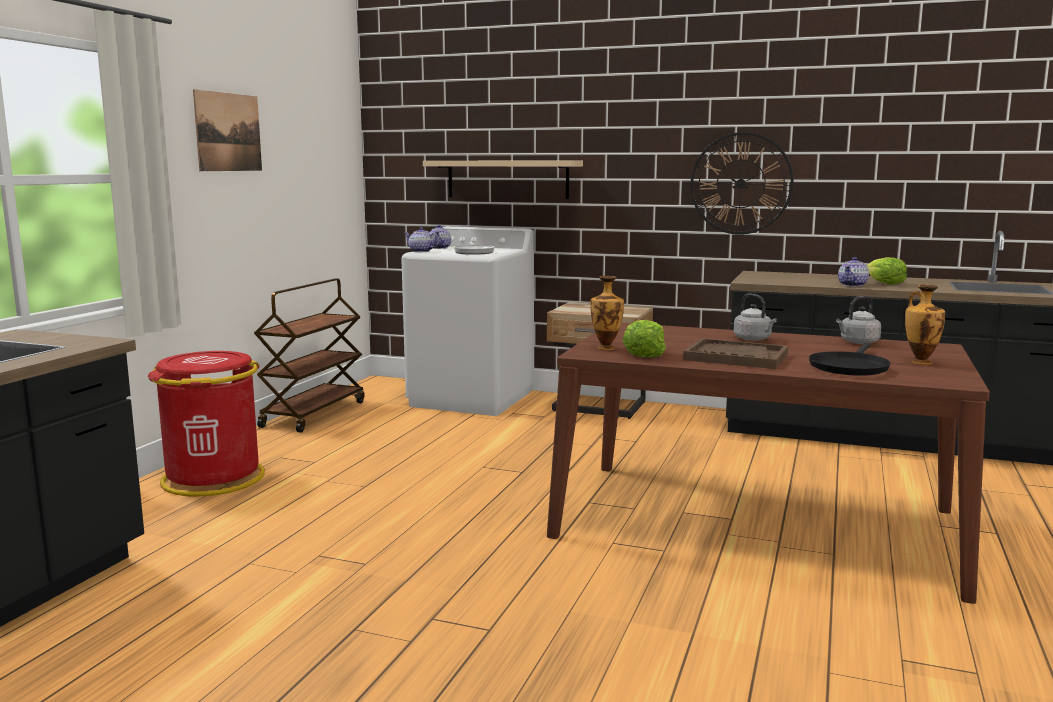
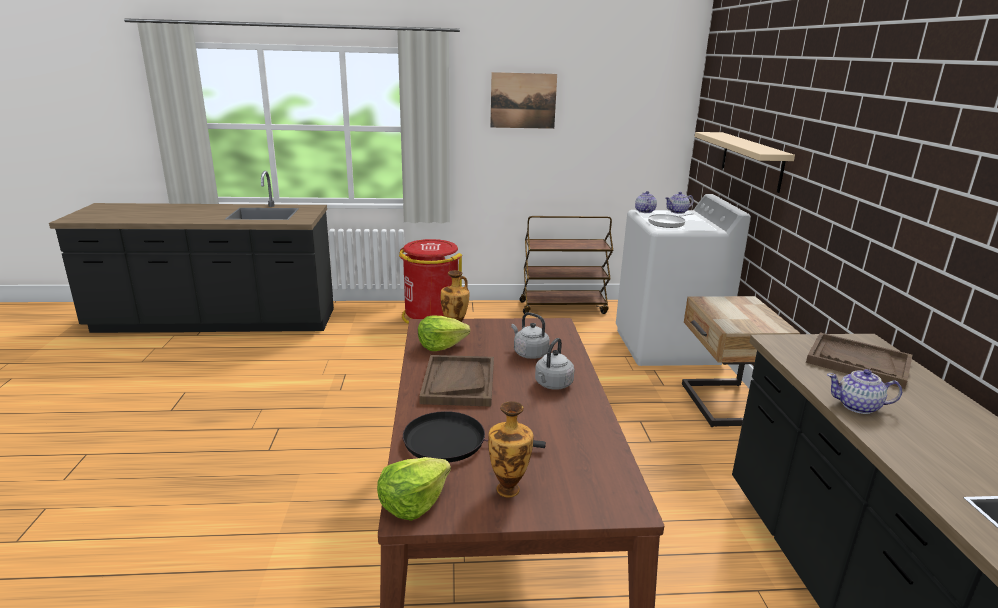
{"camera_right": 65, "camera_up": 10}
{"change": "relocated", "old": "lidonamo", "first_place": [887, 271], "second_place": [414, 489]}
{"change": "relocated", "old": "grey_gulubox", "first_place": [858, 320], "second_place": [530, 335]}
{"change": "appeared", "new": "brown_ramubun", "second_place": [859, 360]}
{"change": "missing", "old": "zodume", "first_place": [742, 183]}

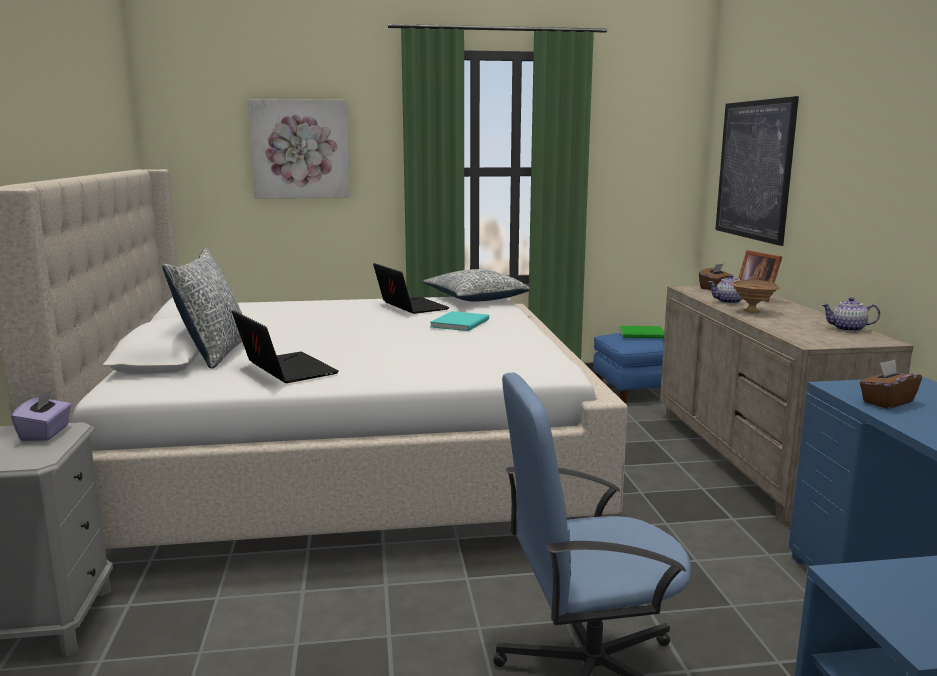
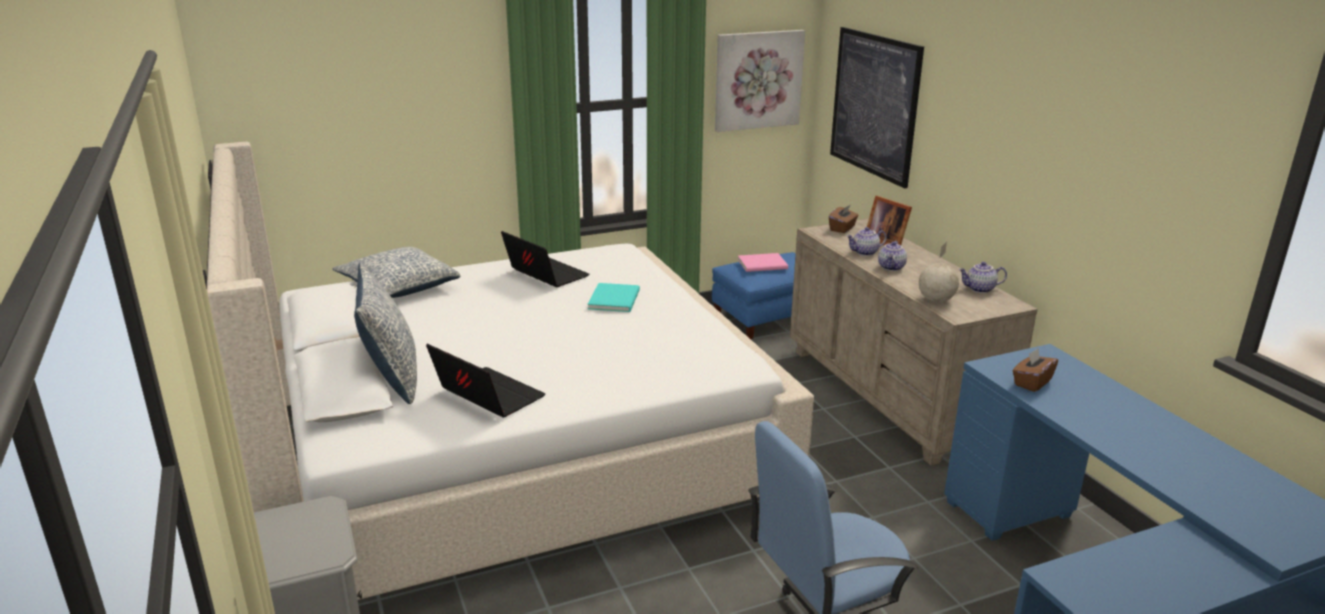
{"camera_right": -15, "camera_up": 10}
{"change": "relocated", "old": "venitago", "first_place": [476, 285], "second_place": [396, 272]}
{"change": "relocated", "old": "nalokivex", "first_place": [299, 149], "second_place": [760, 81]}
{"change": "colour", "old": "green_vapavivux", "new": "pink_vapavivux", "first_place": [641, 332], "second_place": [763, 262]}
{"change": "exchanged", "old": "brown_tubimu", "new": "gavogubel", "first_place": [755, 296], "second_place": [892, 256]}
{"change": "appeared", "new": "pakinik", "second_place": [939, 272]}
{"change": "missing", "old": "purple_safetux", "first_place": [41, 415]}

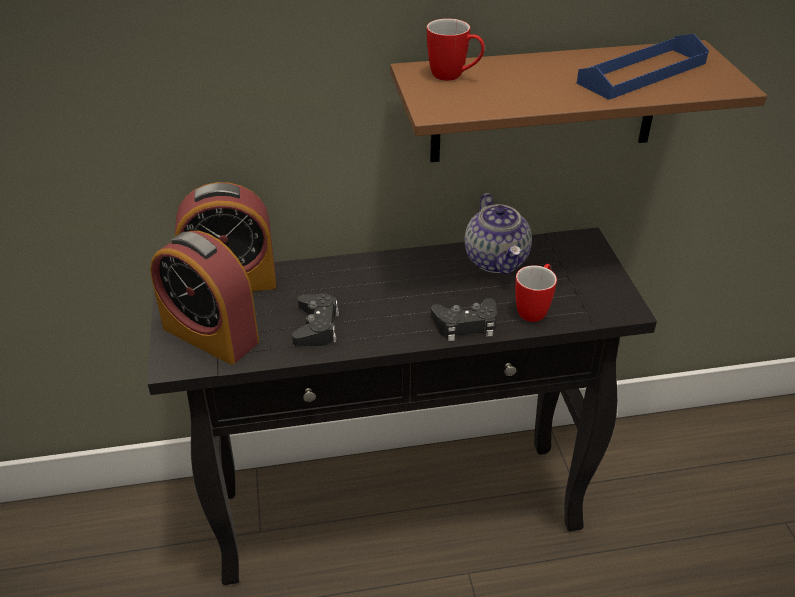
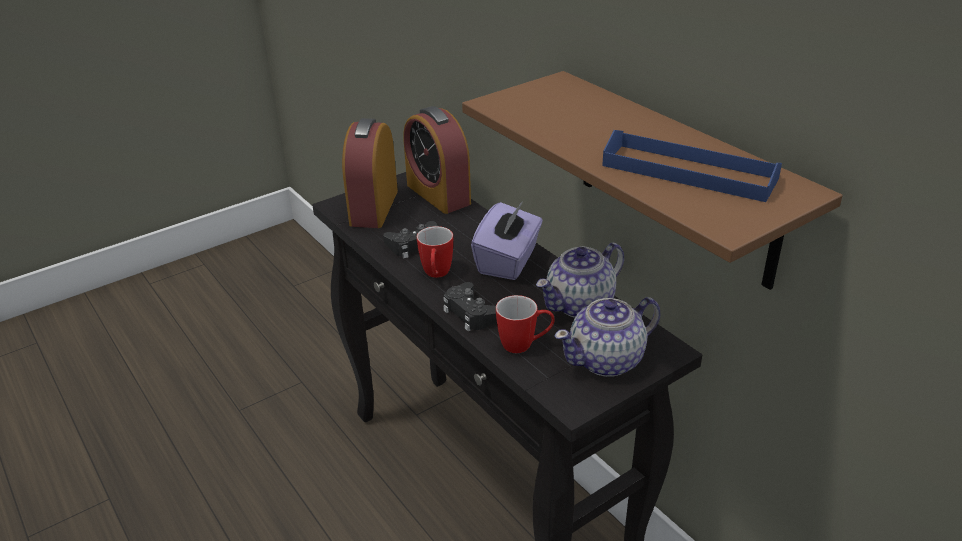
{"camera_right": 65, "camera_up": -5}
{"change": "relocated", "old": "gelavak", "first_place": [456, 50], "second_place": [435, 252]}
{"change": "appeared", "new": "purple_safetux", "second_place": [507, 241]}
{"change": "appeared", "new": "gavogubel", "second_place": [607, 337]}

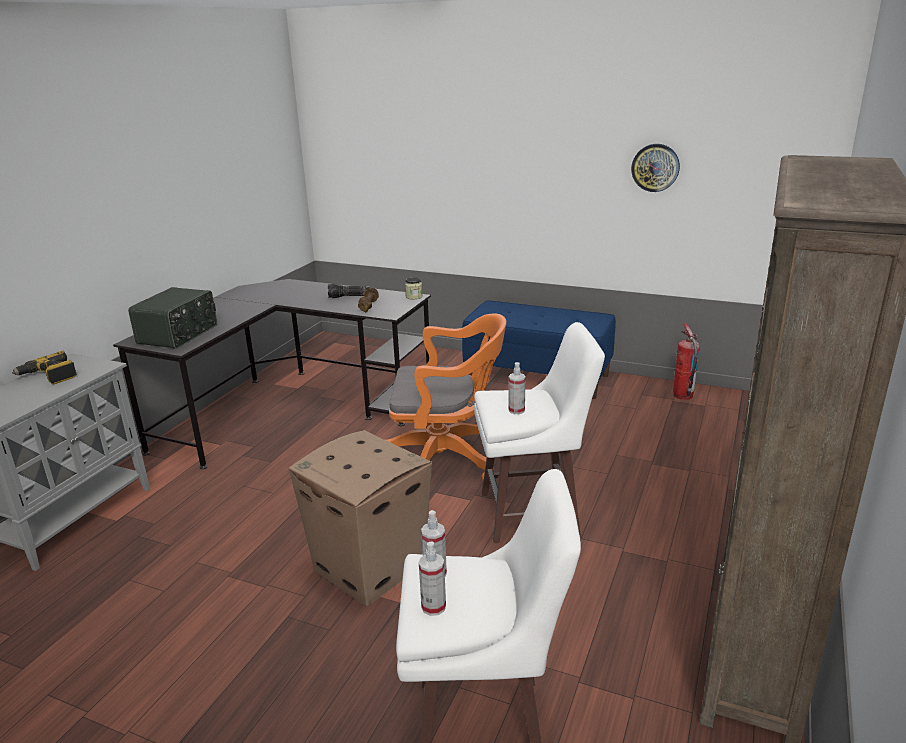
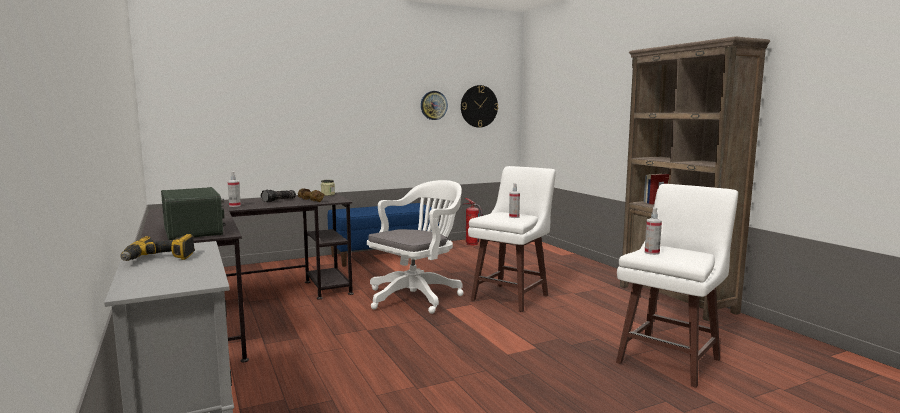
{"camera_right": -50, "camera_up": -15}
{"change": "relocated", "old": "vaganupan", "first_place": [432, 578], "second_place": [234, 189]}
{"change": "colour", "old": "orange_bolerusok", "new": "white_bolerusok", "first_place": [446, 397], "second_place": [415, 247]}
{"change": "appeared", "new": "zodume", "second_place": [479, 106]}
{"change": "missing", "old": "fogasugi", "first_place": [360, 518]}

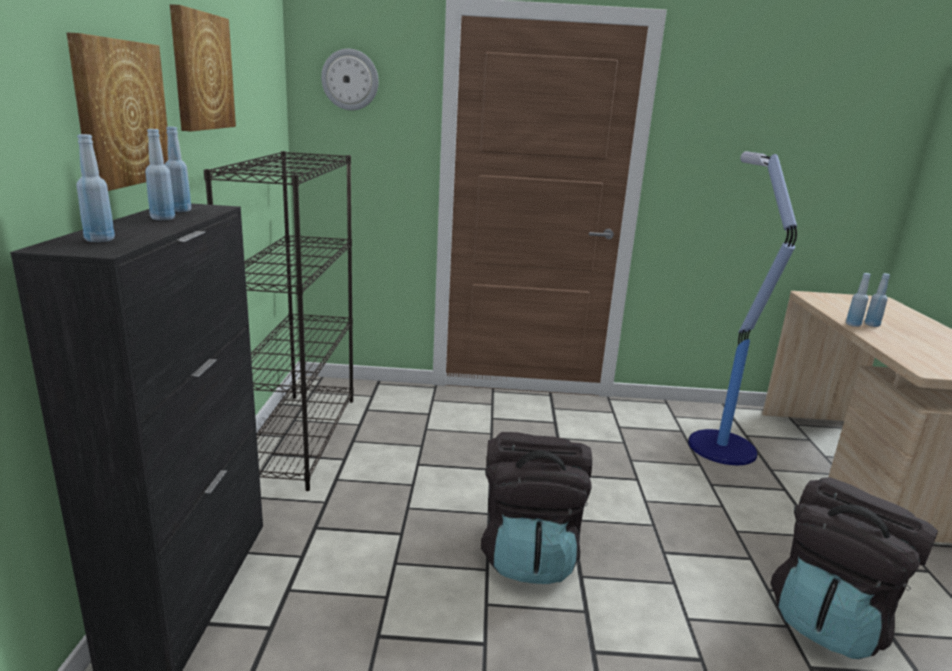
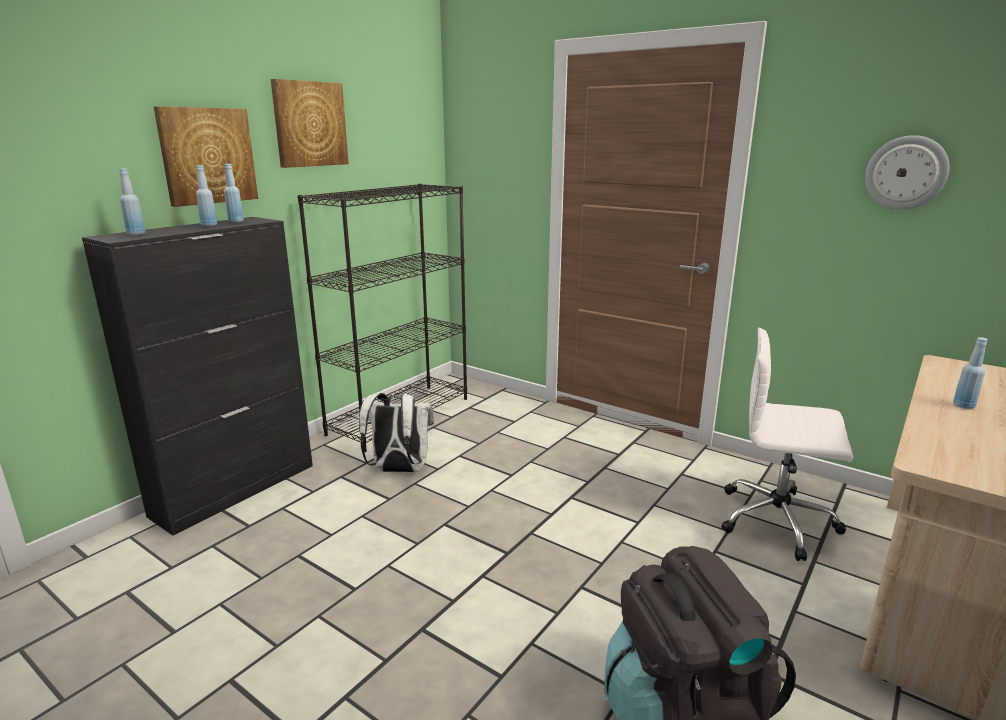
{"camera_right": 35, "camera_up": 0}
{"change": "appeared", "new": "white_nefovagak", "second_place": [396, 432]}
{"change": "exchanged", "old": "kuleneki", "new": "white_bolerusok", "first_place": [742, 308], "second_place": [787, 444]}
{"change": "relocated", "old": "zodume", "first_place": [350, 79], "second_place": [907, 172]}
{"change": "missing", "old": "black_nefovagak", "first_place": [536, 508]}
{"change": "missing", "old": "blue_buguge", "first_place": [858, 300]}

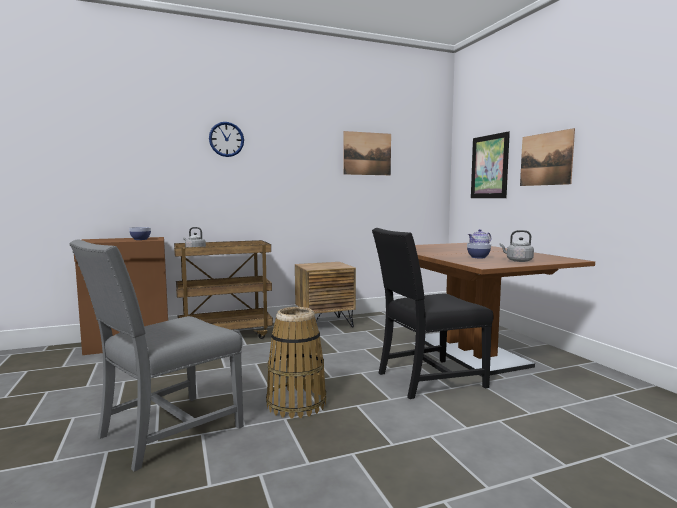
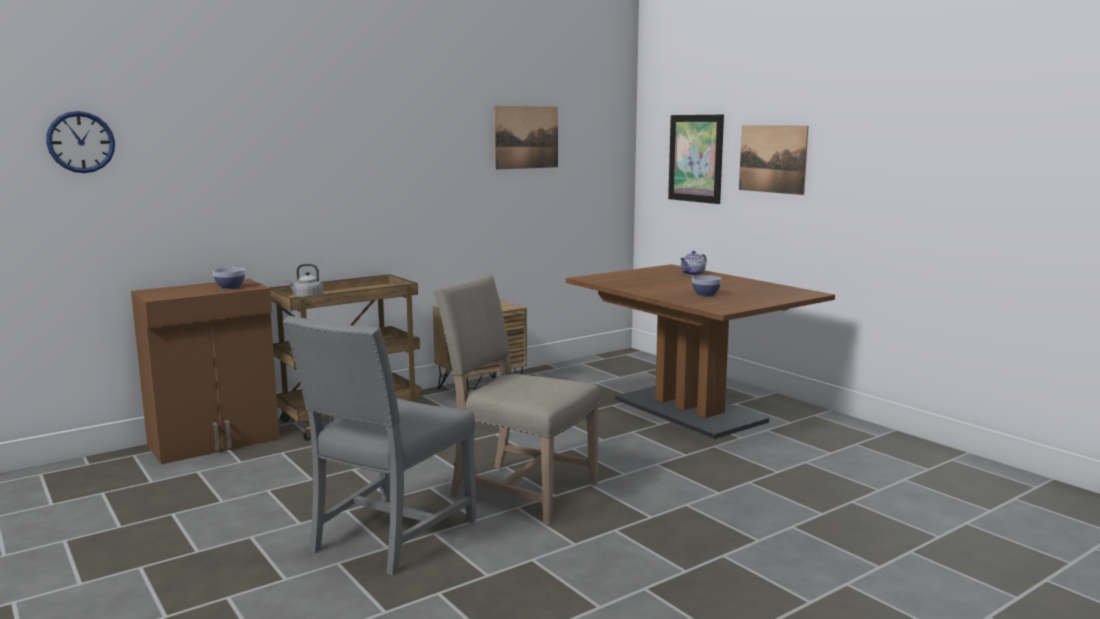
{"camera_right": -15, "camera_up": 5}
{"change": "relocated", "old": "zodume", "first_place": [226, 139], "second_place": [80, 142]}
{"change": "exchanged", "old": "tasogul", "new": "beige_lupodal", "first_place": [296, 363], "second_place": [517, 399]}
{"change": "missing", "old": "black_lupodal", "first_place": [433, 313]}
{"change": "missing", "old": "grey_gulubox", "first_place": [517, 246]}

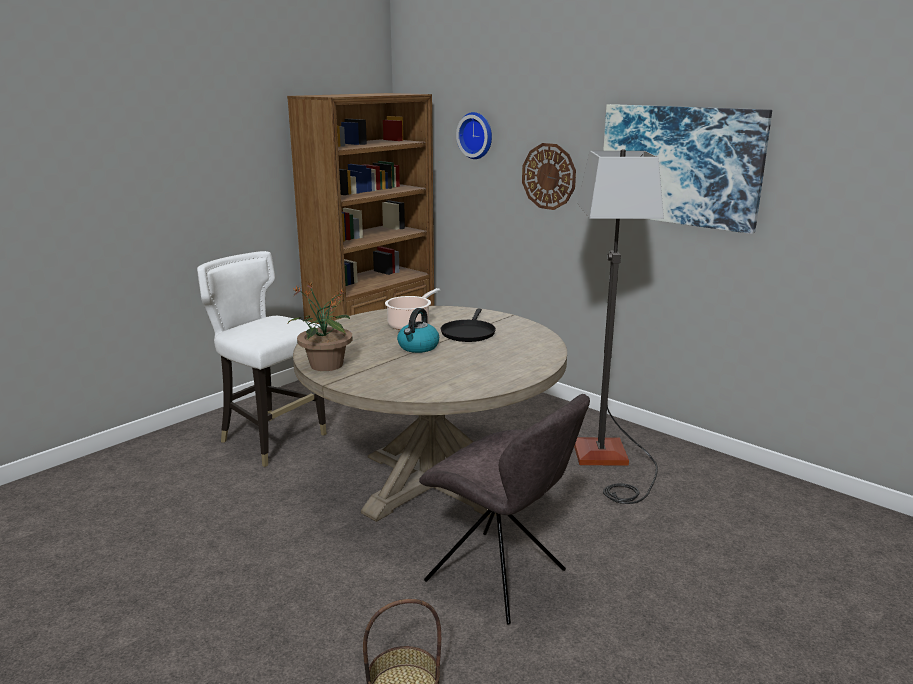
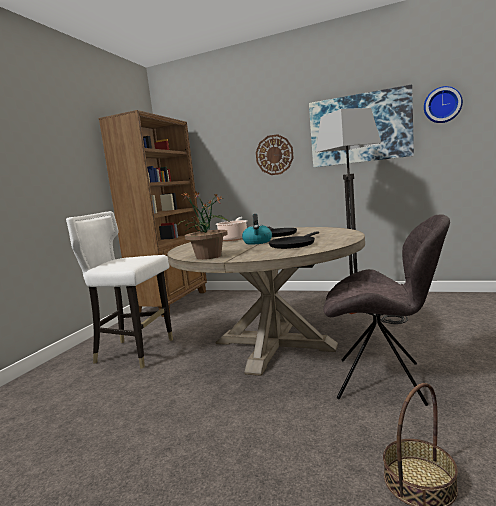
{"camera_right": -20, "camera_up": -10}
{"change": "appeared", "new": "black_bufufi", "second_place": [294, 240]}
{"change": "relocated", "old": "zodume", "first_place": [474, 135], "second_place": [443, 104]}

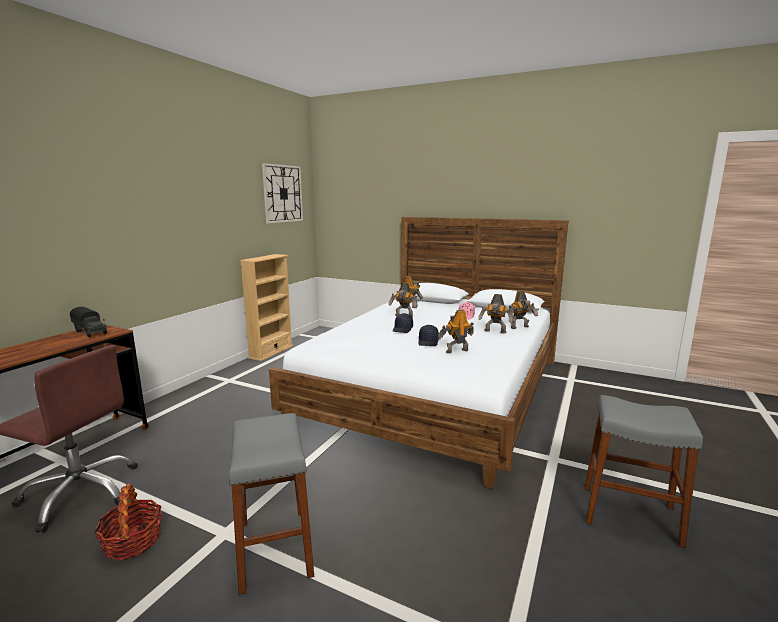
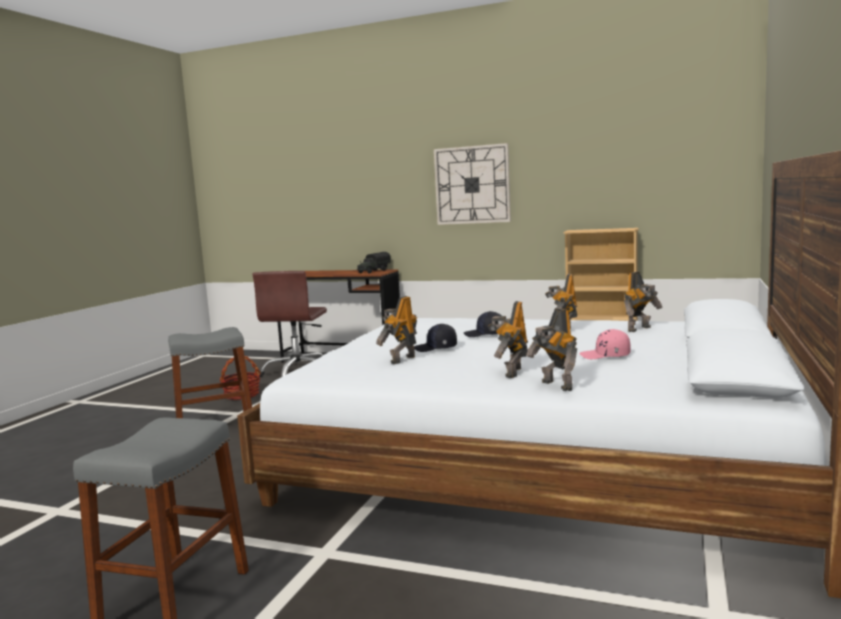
{"camera_right": 85, "camera_up": -5}
{"change": "spun", "old": "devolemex", "first_place": [456, 331], "second_place": [396, 330], "degrees": -120}
{"change": "relocated", "old": "zodume", "first_place": [282, 193], "second_place": [472, 184]}

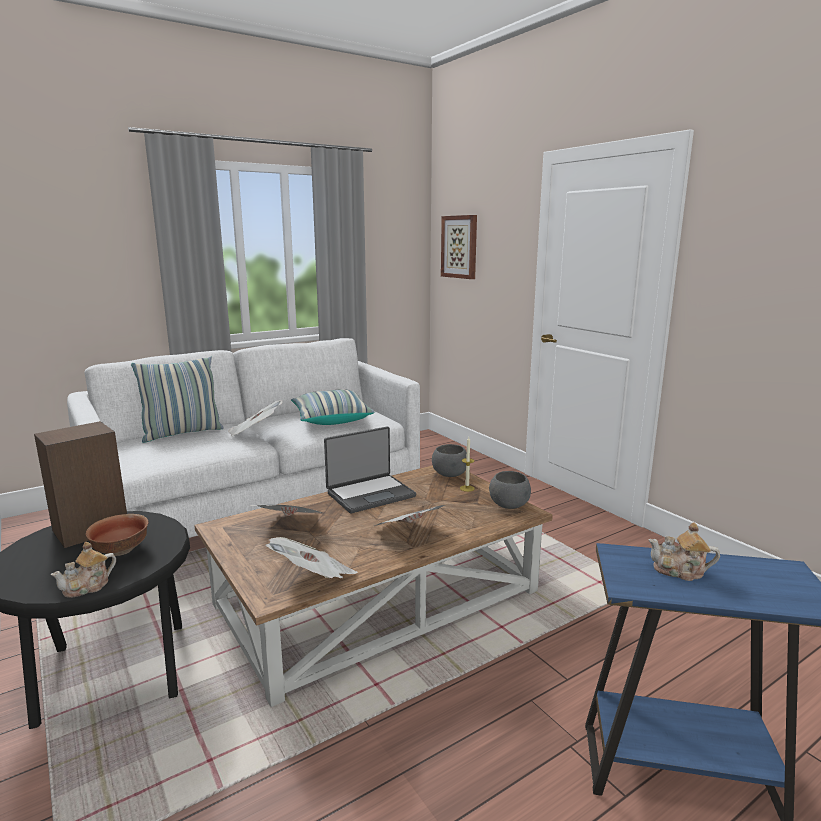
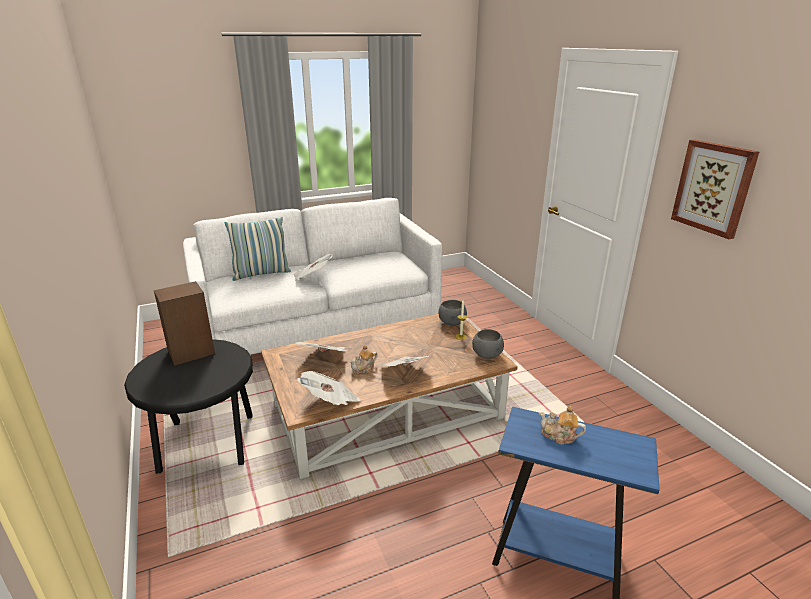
{"camera_right": 10, "camera_up": 10}
{"change": "relocated", "old": "gavogubel", "first_place": [83, 570], "second_place": [363, 359]}
{"change": "relocated", "old": "nalokivex", "first_place": [459, 247], "second_place": [715, 189]}
{"change": "missing", "old": "tubimu", "first_place": [117, 535]}
{"change": "missing", "old": "venitago", "first_place": [333, 407]}
{"change": "missing", "old": "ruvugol", "first_place": [370, 469]}

